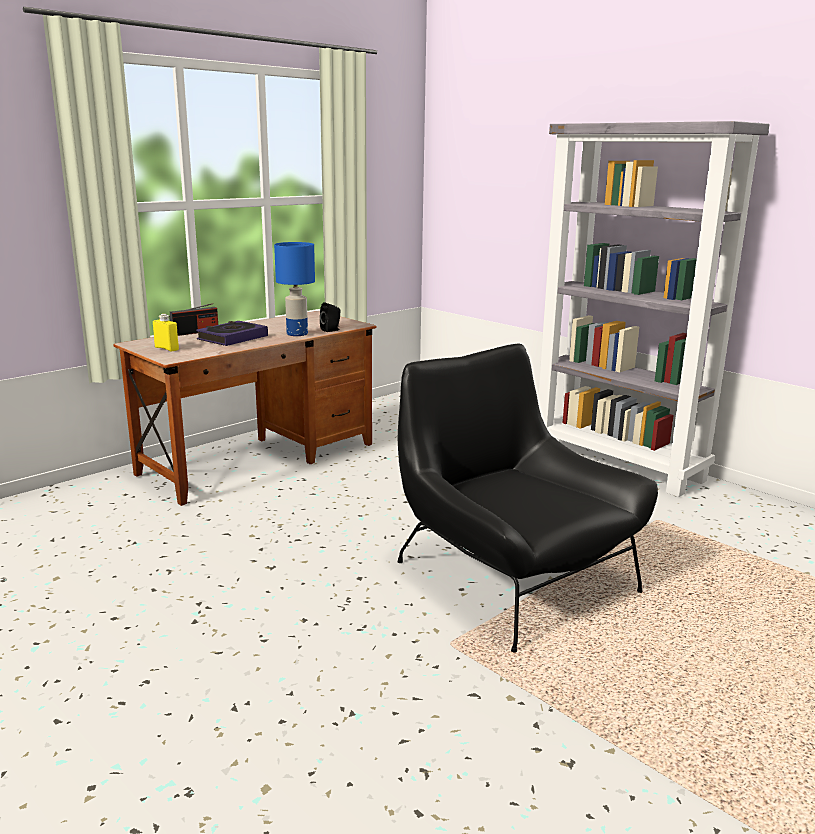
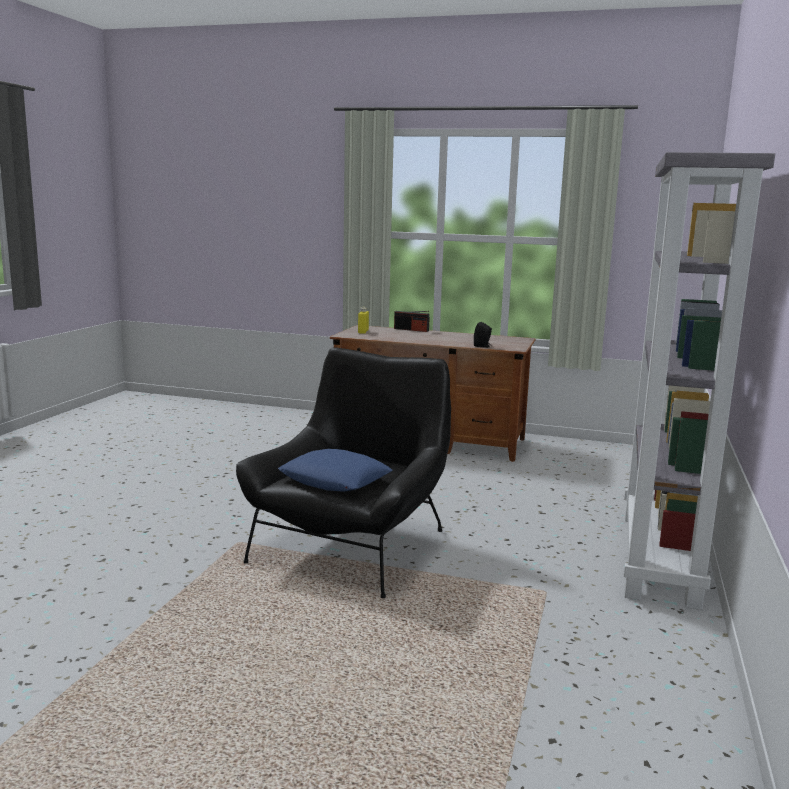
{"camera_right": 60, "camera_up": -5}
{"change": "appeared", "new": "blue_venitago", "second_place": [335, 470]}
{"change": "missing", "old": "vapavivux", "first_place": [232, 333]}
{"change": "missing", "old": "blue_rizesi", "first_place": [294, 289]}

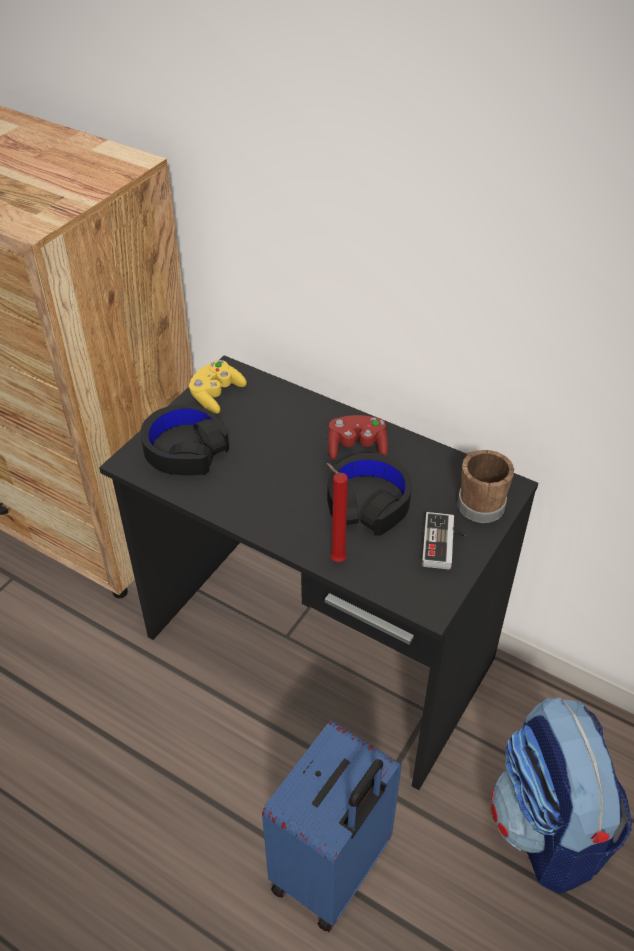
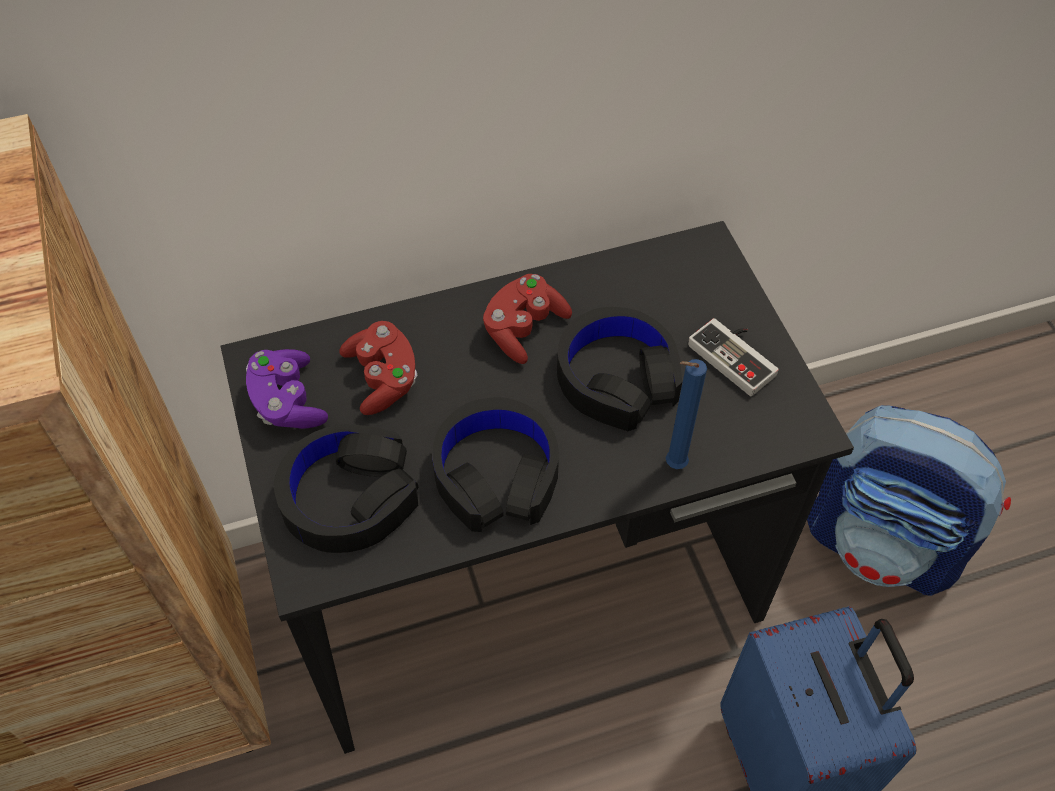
{"camera_right": -50, "camera_up": 10}
{"change": "colour", "old": "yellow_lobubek", "new": "purple_lobubek", "first_place": [218, 387], "second_place": [287, 389]}
{"change": "appeared", "new": "red_lobubek", "second_place": [378, 368]}
{"change": "appeared", "new": "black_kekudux", "second_place": [495, 464]}
{"change": "colour", "old": "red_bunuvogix", "new": "blue_bunuvogix", "first_place": [337, 512], "second_place": [686, 414]}
{"change": "missing", "old": "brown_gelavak", "first_place": [485, 486]}

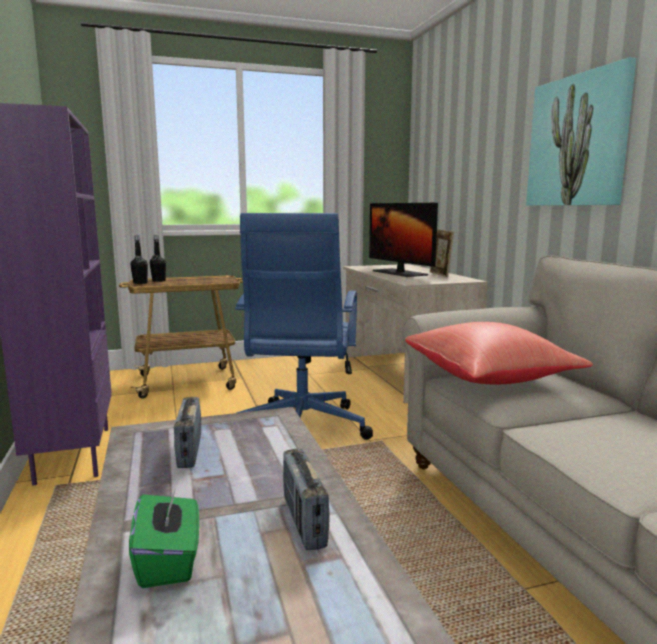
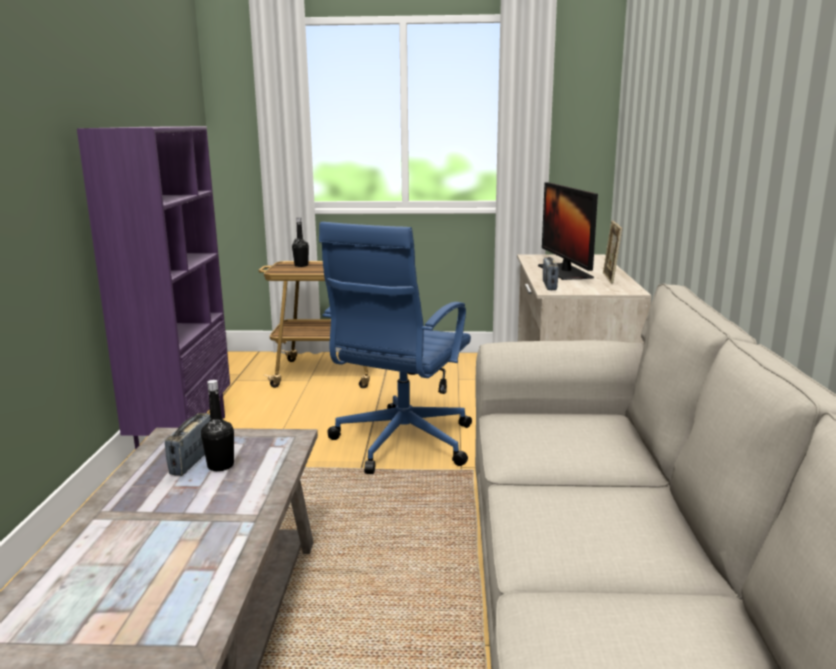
{"camera_right": 20, "camera_up": 5}
{"change": "relocated", "old": "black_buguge", "first_place": [139, 260], "second_place": [217, 425]}
{"change": "relocated", "old": "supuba", "first_place": [306, 499], "second_place": [551, 273]}
{"change": "missing", "old": "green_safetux", "first_place": [164, 537]}
{"change": "missing", "old": "red_venitago", "first_place": [499, 353]}
{"change": "missing", "old": "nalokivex", "first_place": [581, 131]}

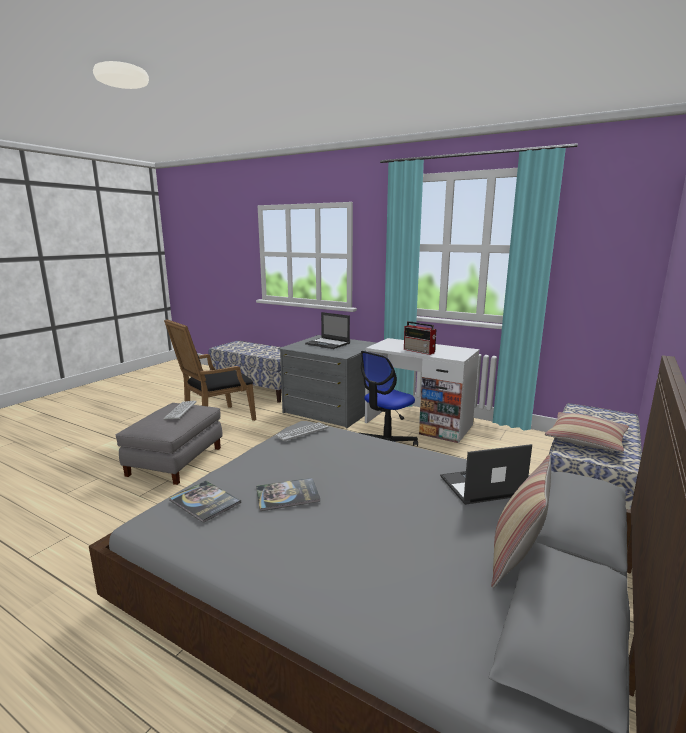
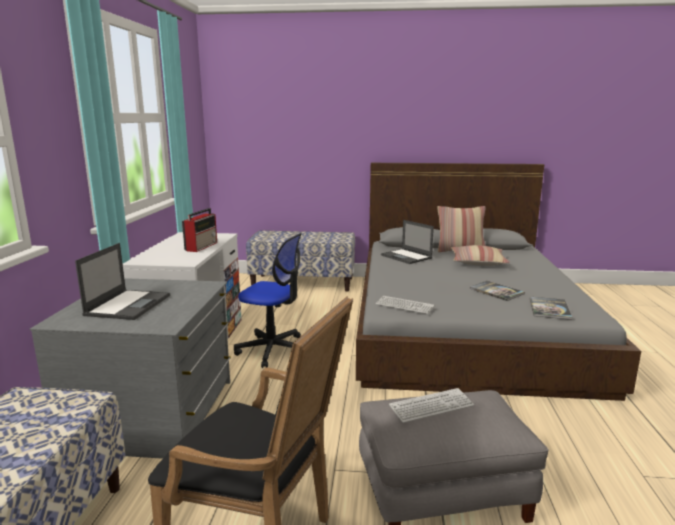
{"camera_right": -115, "camera_up": 0}
{"change": "relocated", "old": "venitago", "first_place": [587, 432], "second_place": [480, 255]}

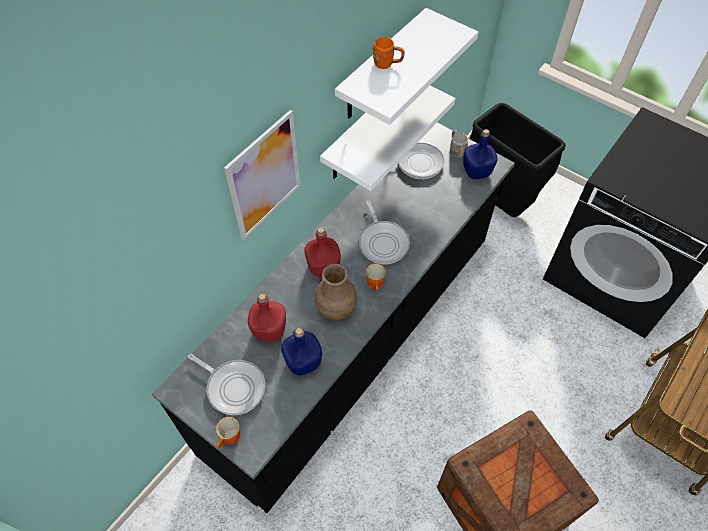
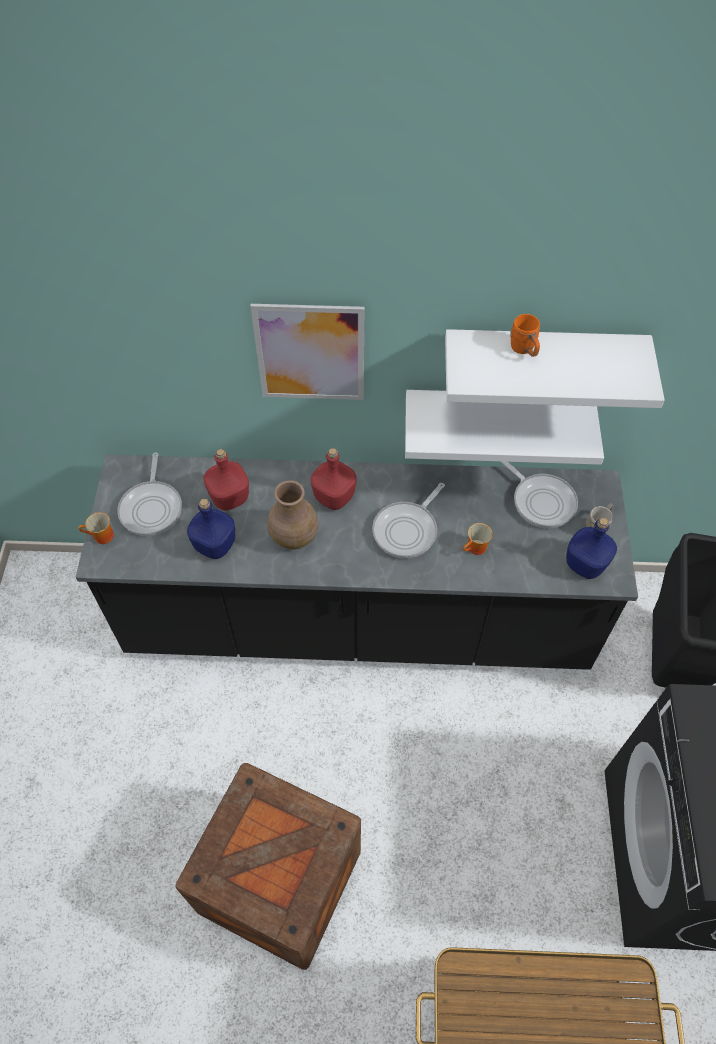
{"camera_right": 55, "camera_up": 0}
{"change": "relocated", "old": "gelavak", "first_place": [376, 277], "second_place": [478, 539]}

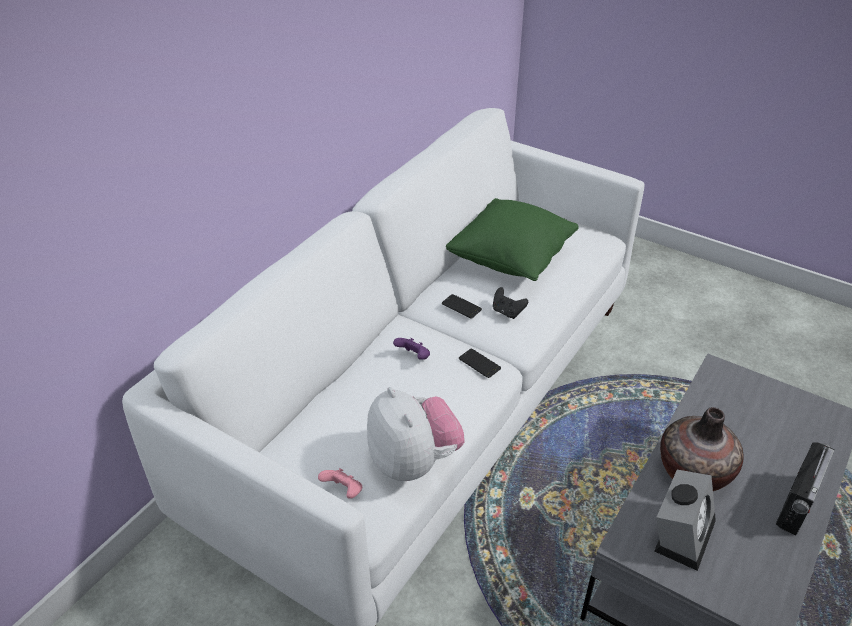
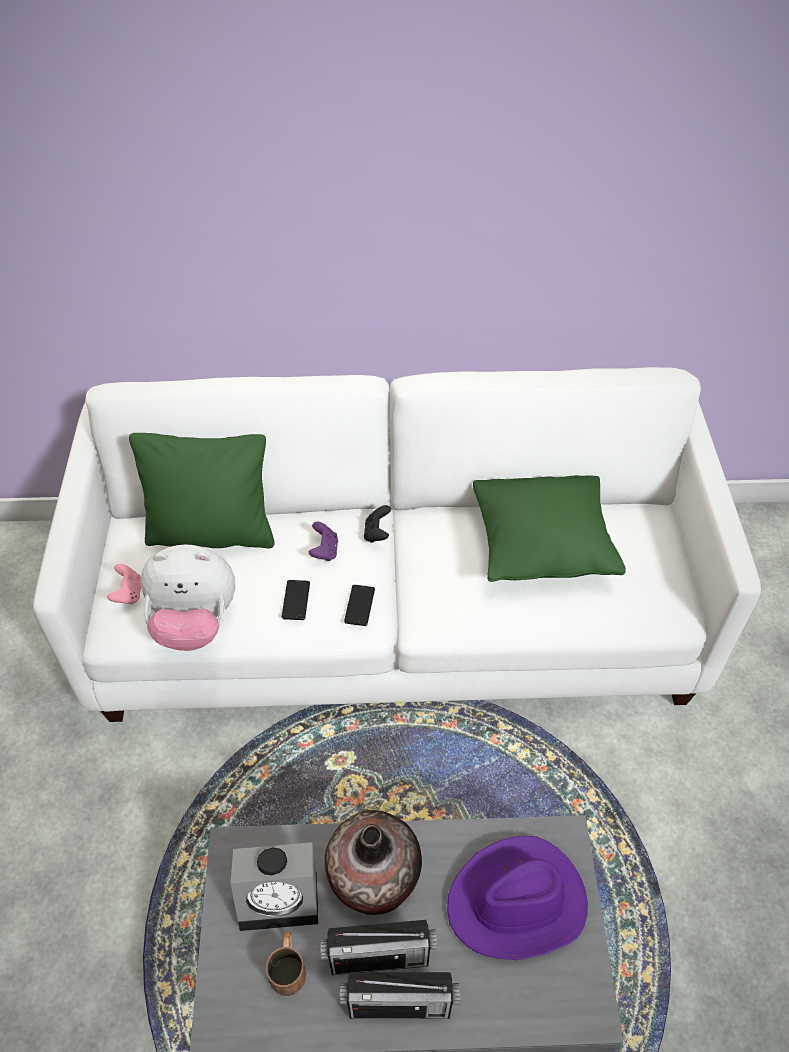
{"camera_right": 55, "camera_up": 10}
{"change": "appeared", "new": "green_venitago", "second_place": [202, 490]}
{"change": "spun", "old": "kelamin", "first_place": [415, 434], "second_place": [188, 598], "degrees": 60}
{"change": "appeared", "new": "brown_gelavak", "second_place": [286, 964]}
{"change": "relocated", "old": "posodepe", "first_place": [462, 306], "second_place": [296, 600]}
{"change": "appeared", "new": "supuba", "second_place": [378, 947]}
{"change": "relocated", "old": "black_lobubek", "first_place": [510, 303], "second_place": [377, 524]}
{"change": "appeared", "new": "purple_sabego", "second_place": [517, 898]}

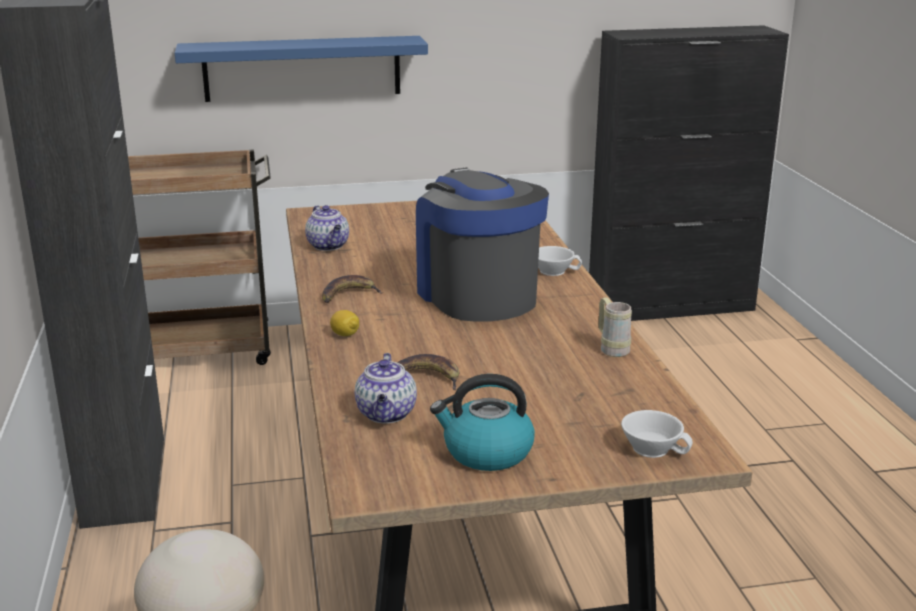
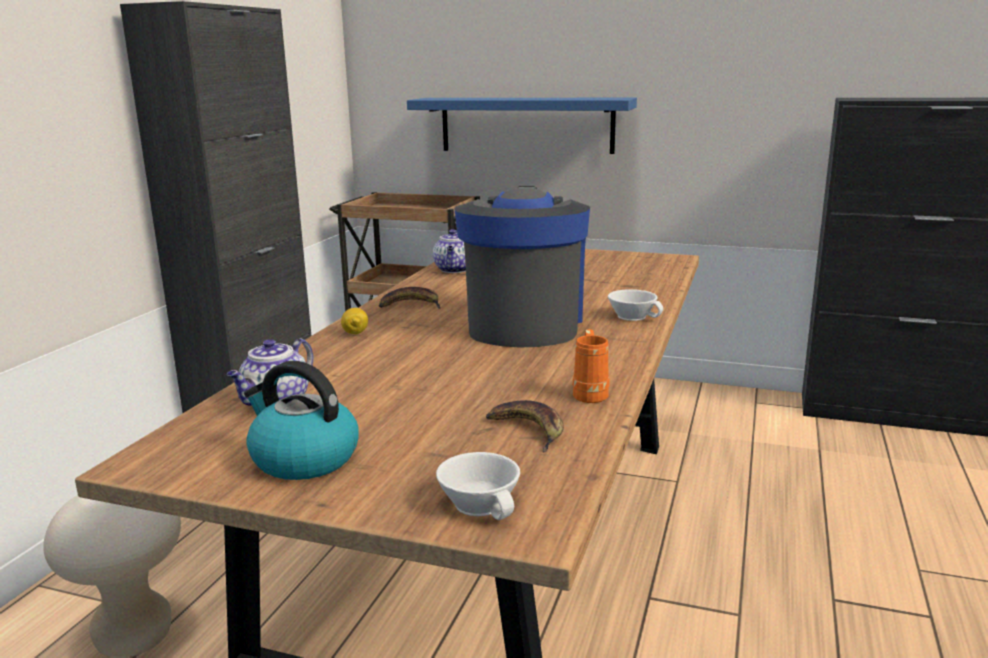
{"camera_right": 30, "camera_up": -5}
{"change": "relocated", "old": "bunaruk", "first_place": [428, 372], "second_place": [525, 426]}
{"change": "colour", "old": "beige_gelavak", "new": "orange_gelavak", "first_place": [615, 327], "second_place": [591, 366]}

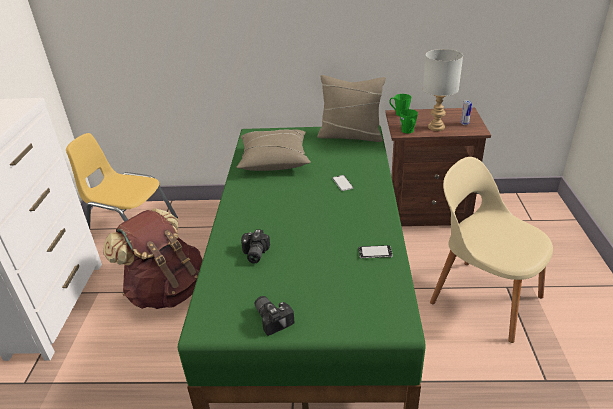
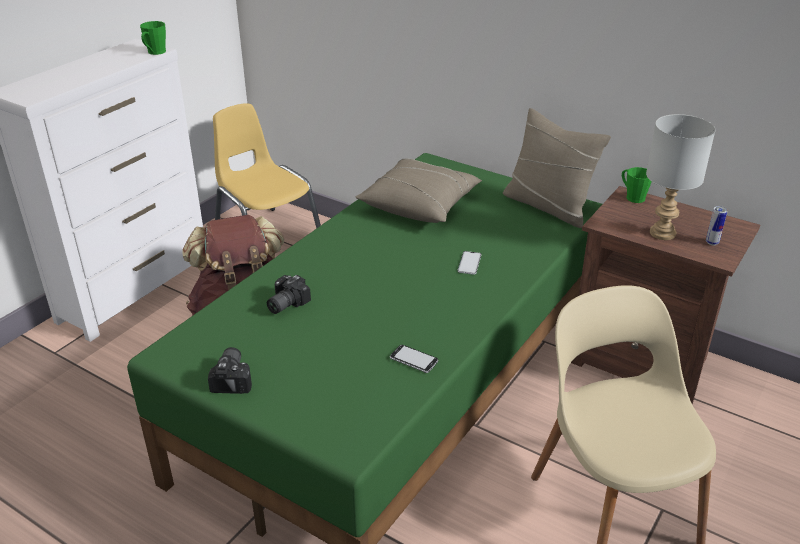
{"camera_right": 30, "camera_up": 0}
{"change": "relocated", "old": "green_gelavak", "first_place": [409, 121], "second_place": [153, 38]}

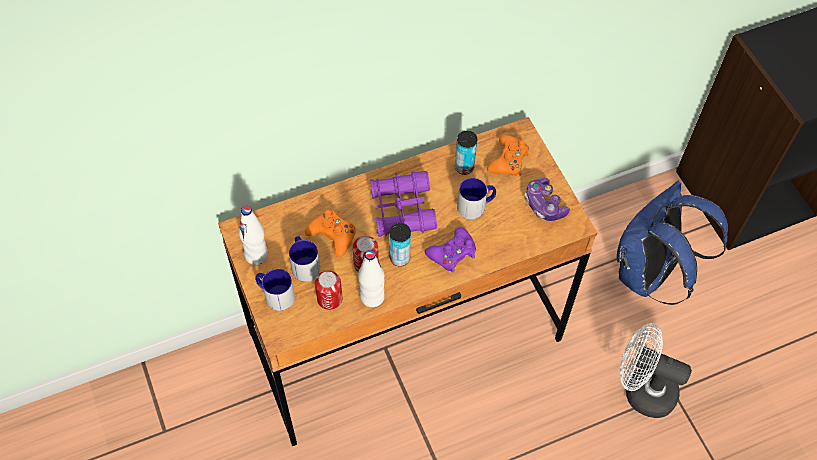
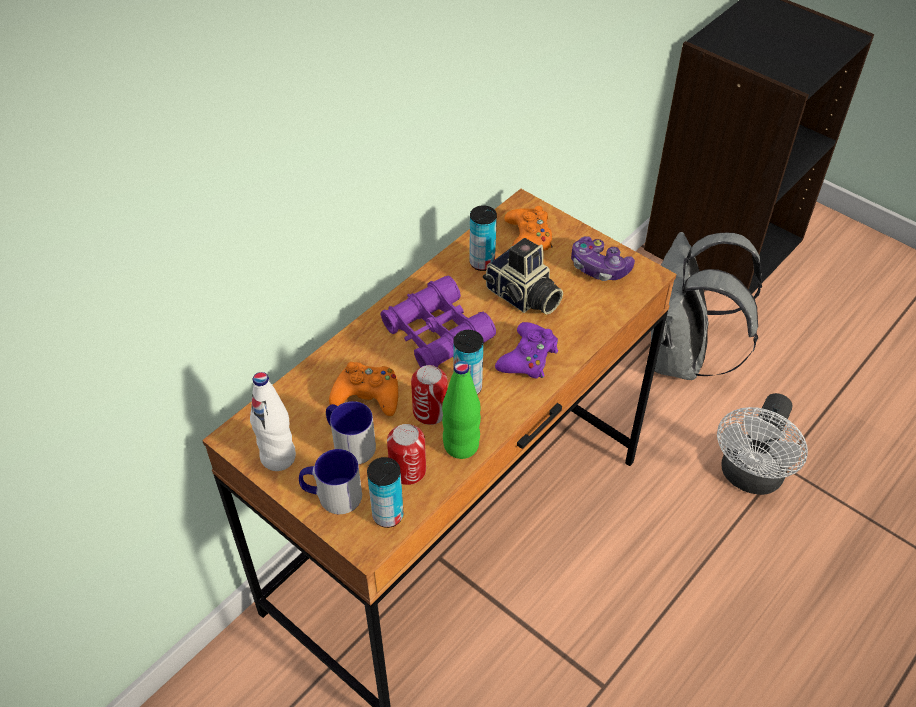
{"camera_right": -25, "camera_up": -10}
{"change": "appeared", "new": "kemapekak", "second_place": [385, 492]}
{"change": "colour", "old": "white_buguge", "new": "green_buguge", "first_place": [371, 278], "second_place": [461, 410]}
{"change": "exchanged", "old": "gelavak", "new": "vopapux", "first_place": [476, 198], "second_place": [523, 276]}
{"change": "colour", "old": "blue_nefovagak", "new": "grey_nefovagak", "first_place": [672, 243], "second_place": [706, 306]}
{"change": "spun", "old": "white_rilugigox", "first_place": [656, 370], "second_place": [762, 444], "degrees": -60}

